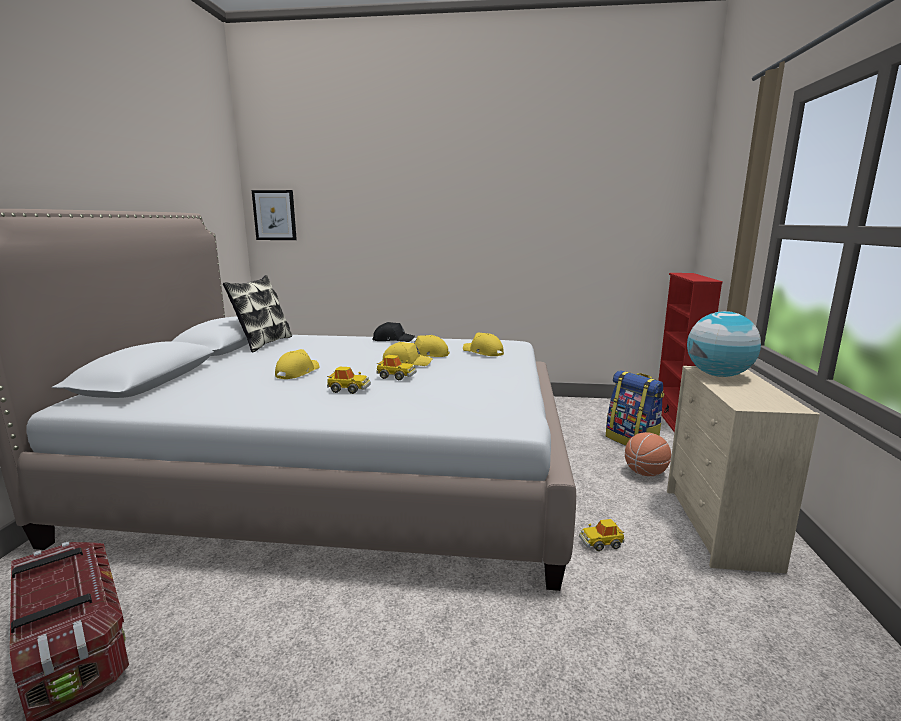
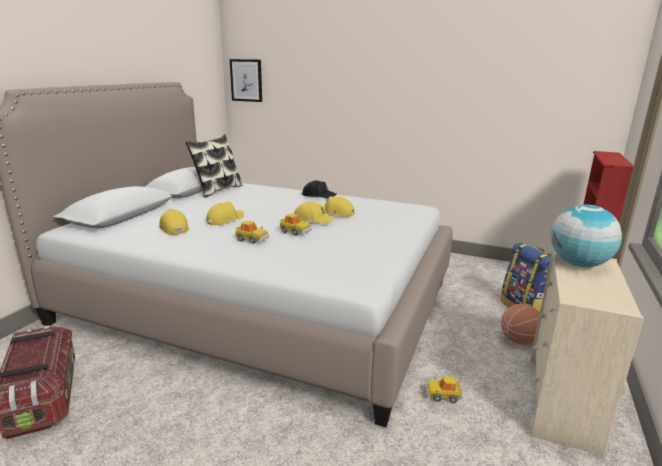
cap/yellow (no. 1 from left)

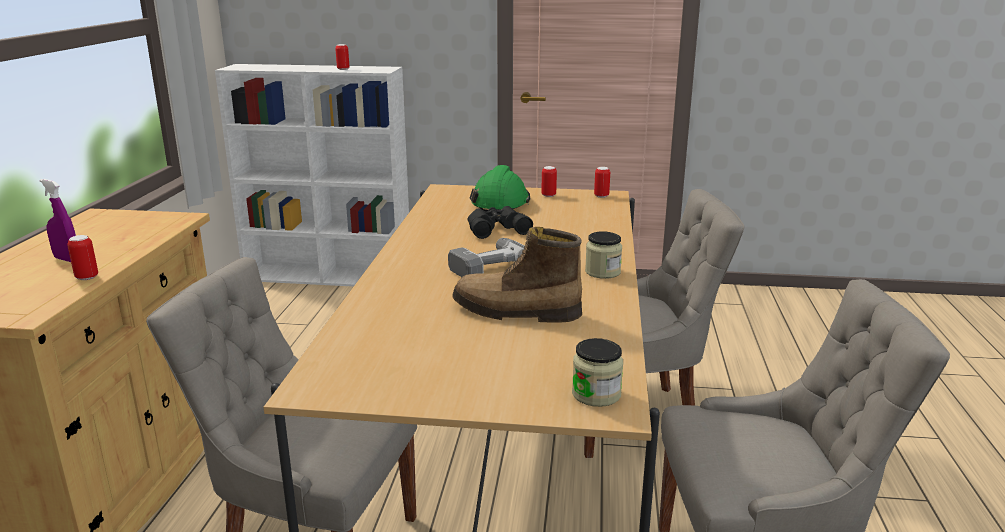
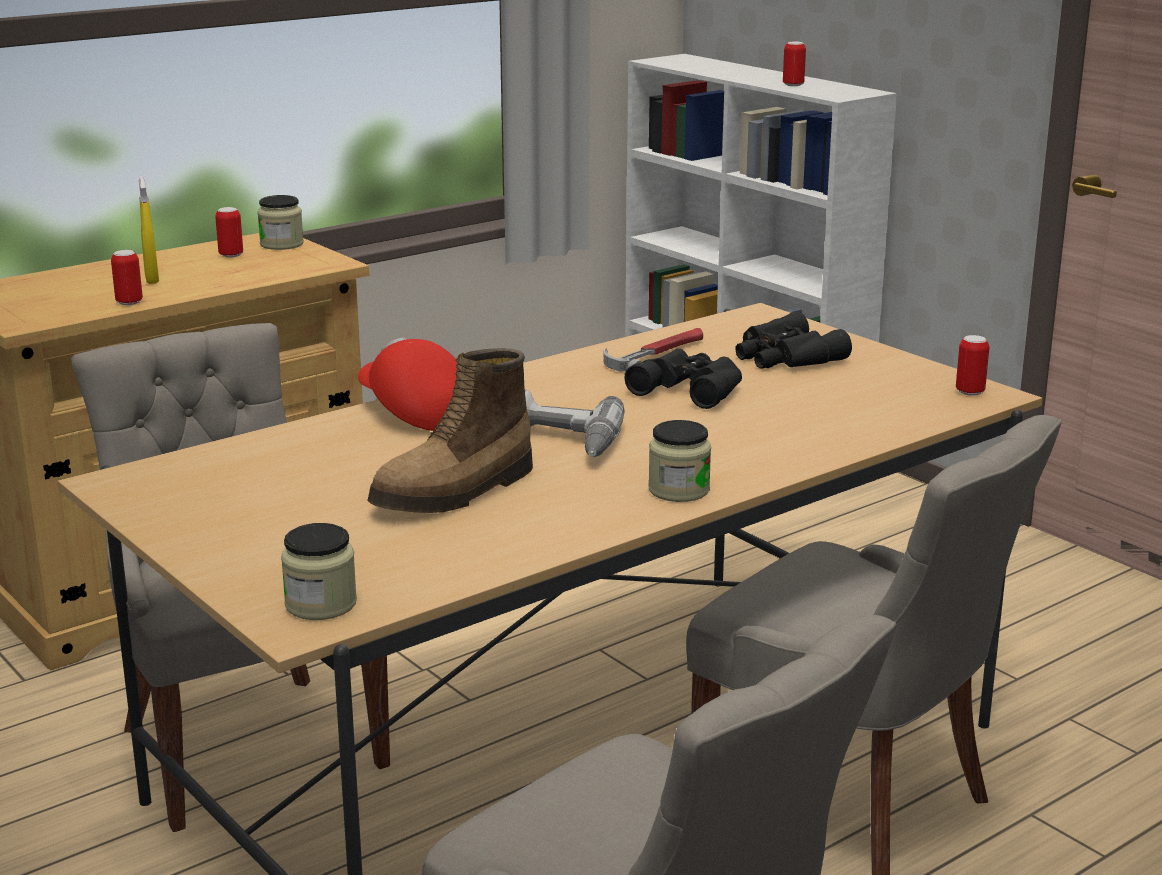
spray bottle/yellow; boot; binoculars/black (no. 2 from left); can (no. 2 from left); jar (no. 1 from left); cap/red; hammer

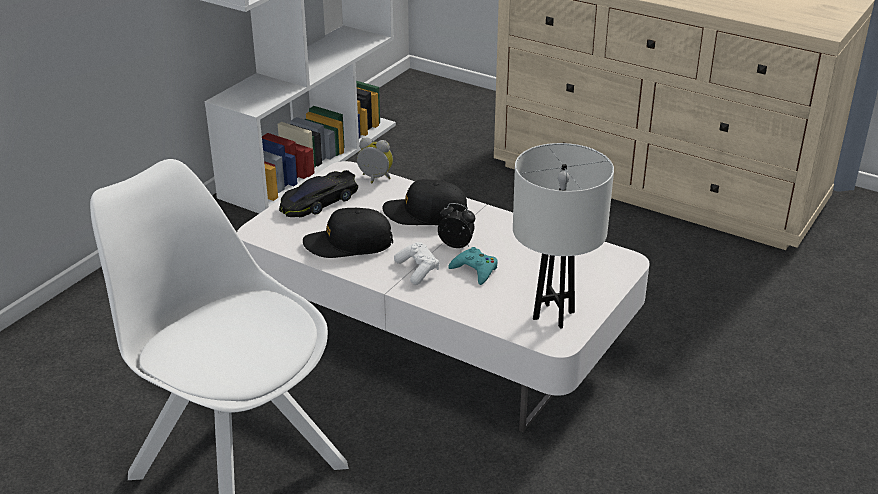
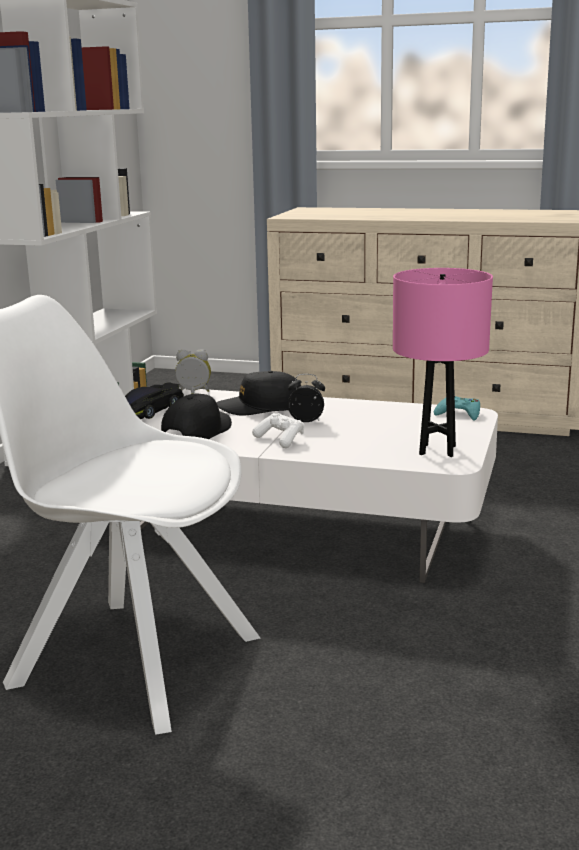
cap/black (no. 1 from left); game controller/turquoise; table lamp/pink

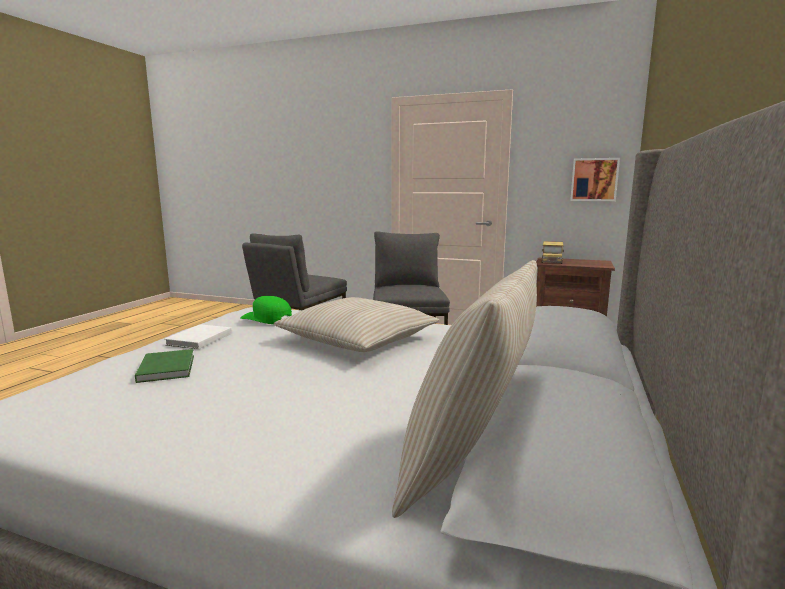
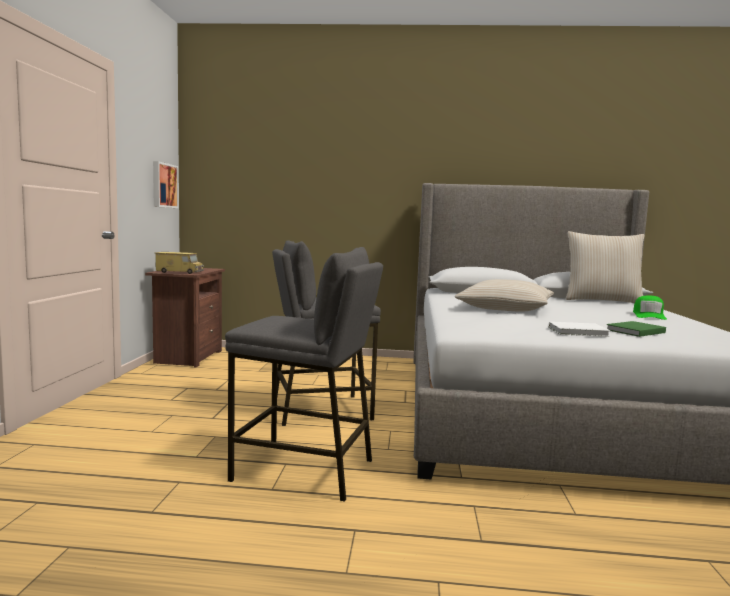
cap/green

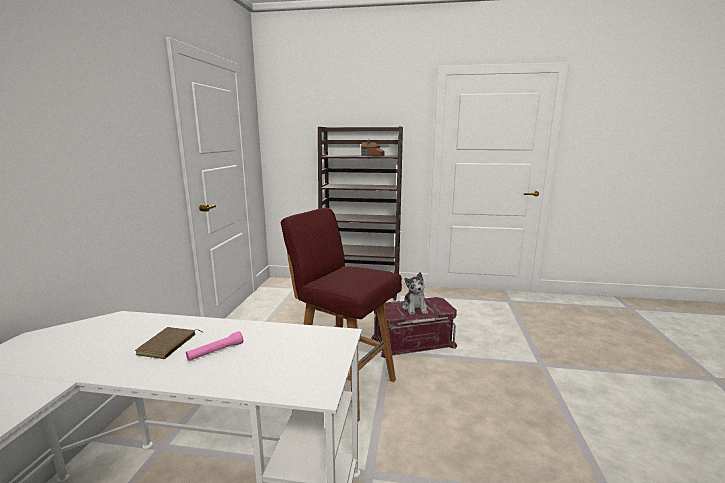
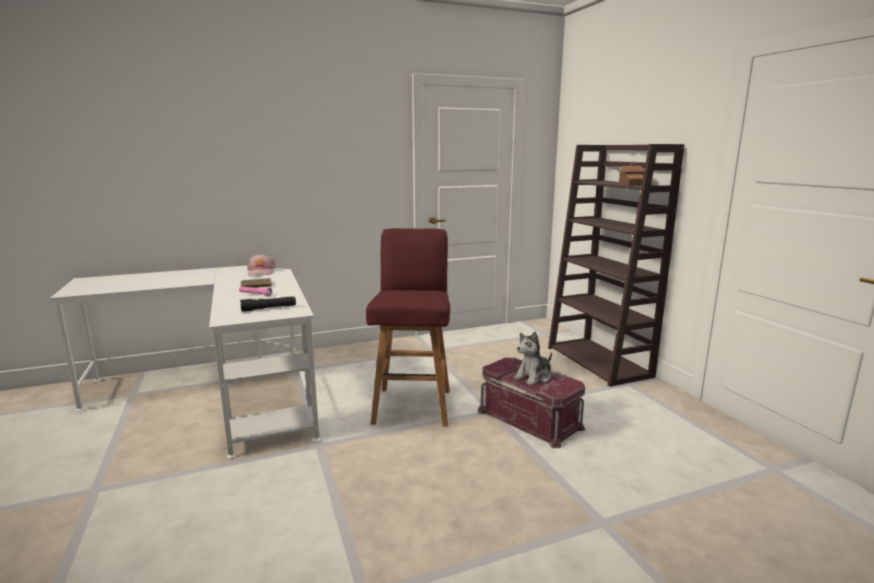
flashlight/black; cap/pink

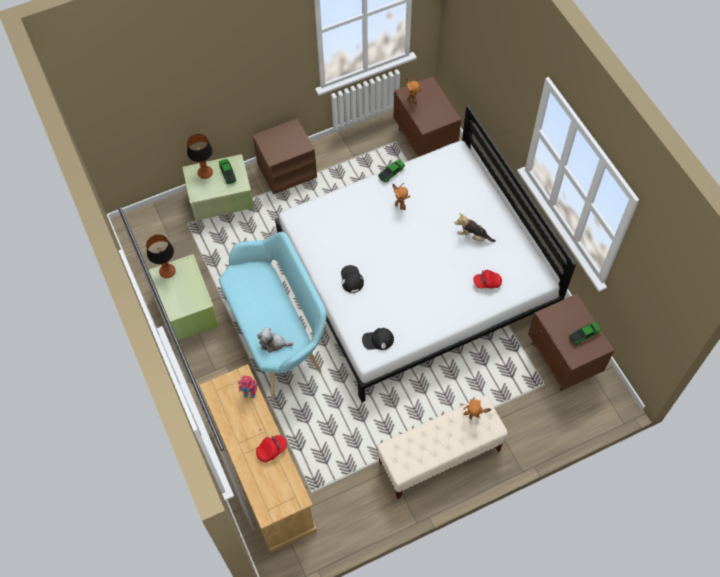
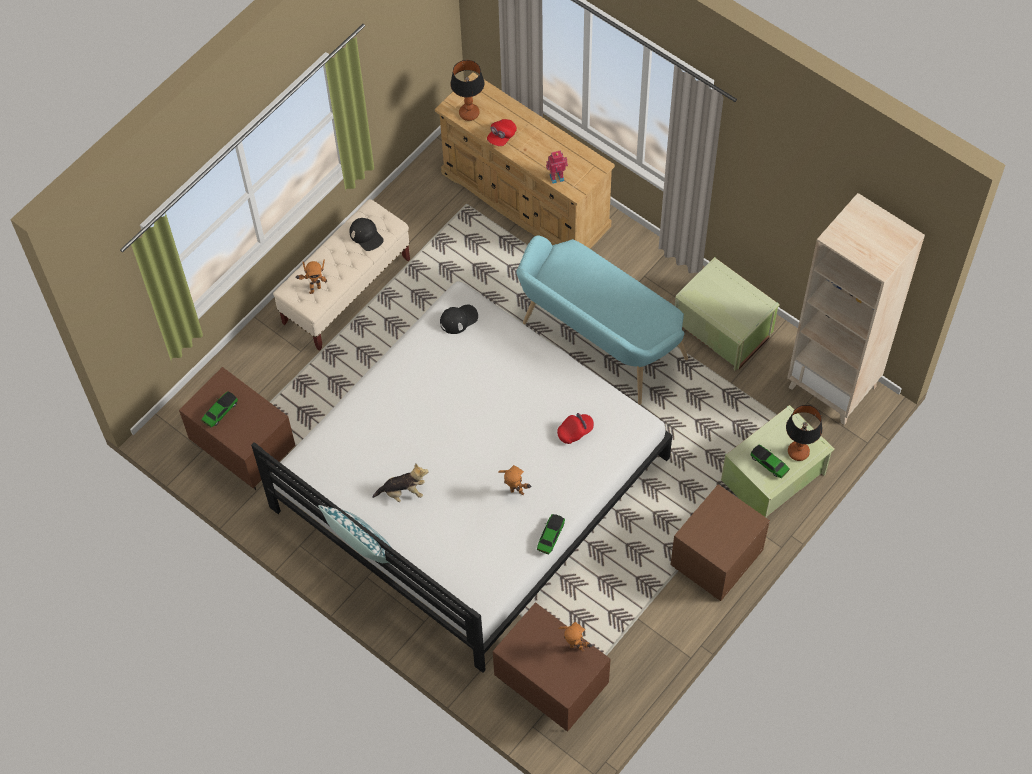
table lamp (no. 1 from left); plush toy (no. 1 from left in the first image); cap/black (no. 1 from left); cap/red (no. 2 from left); pillow; bookcase/beige

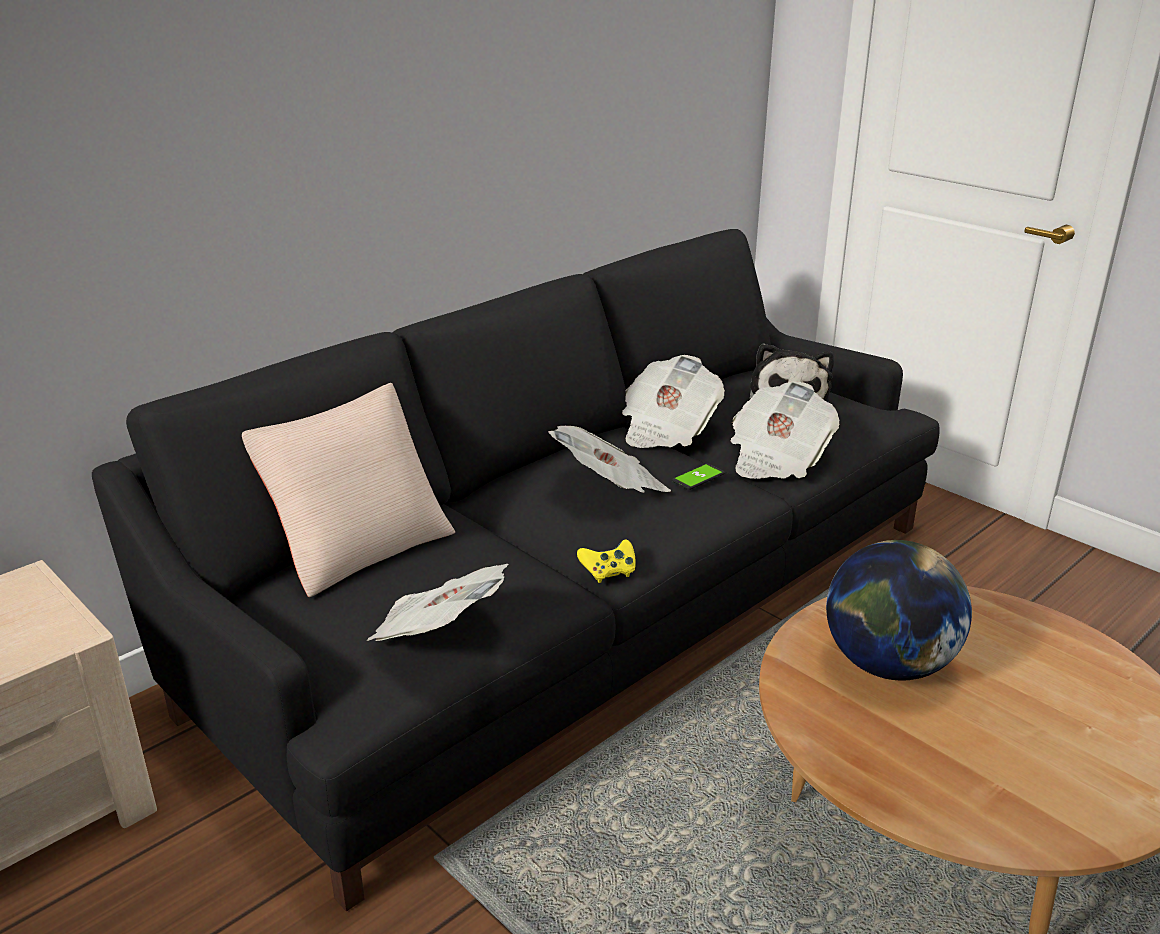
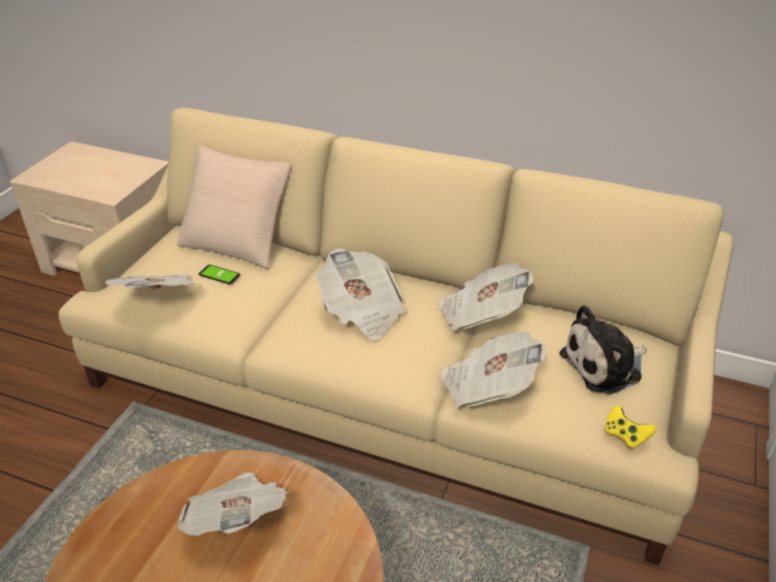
sofa/beige; game controller/yellow; phone; newspaper (no. 2 from left)

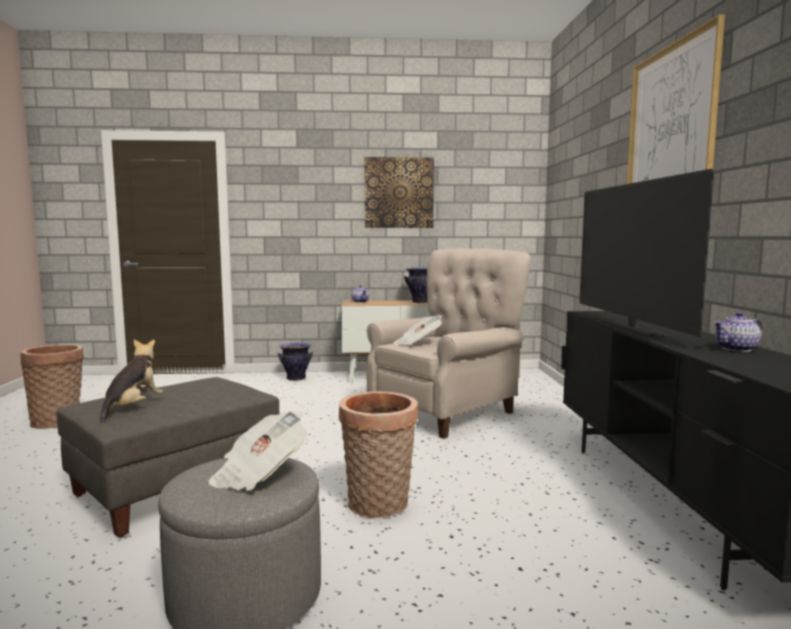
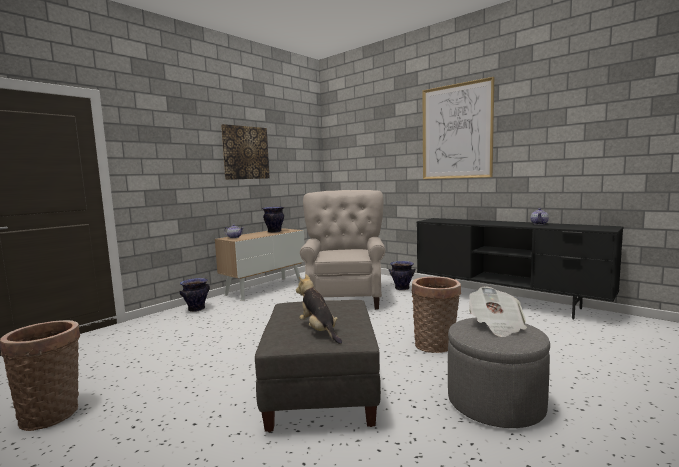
newspaper (no. 2 from left in the first image); television; vase (no. 3 from left)

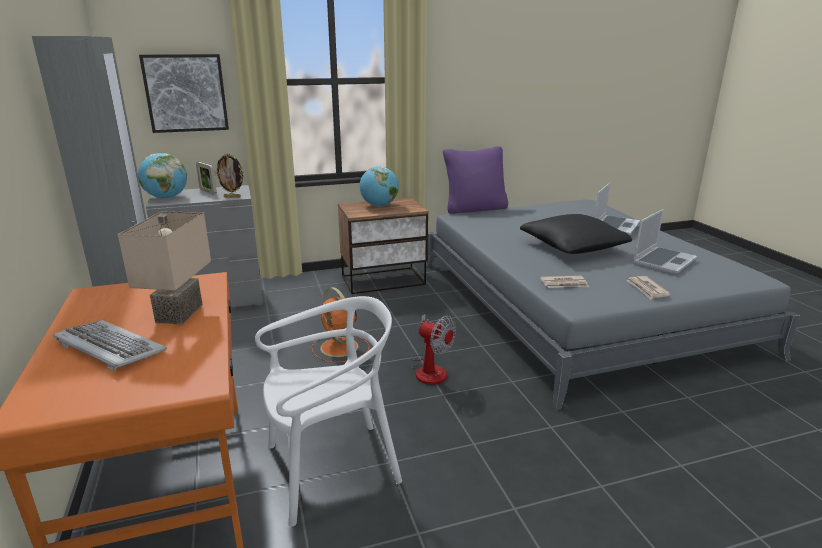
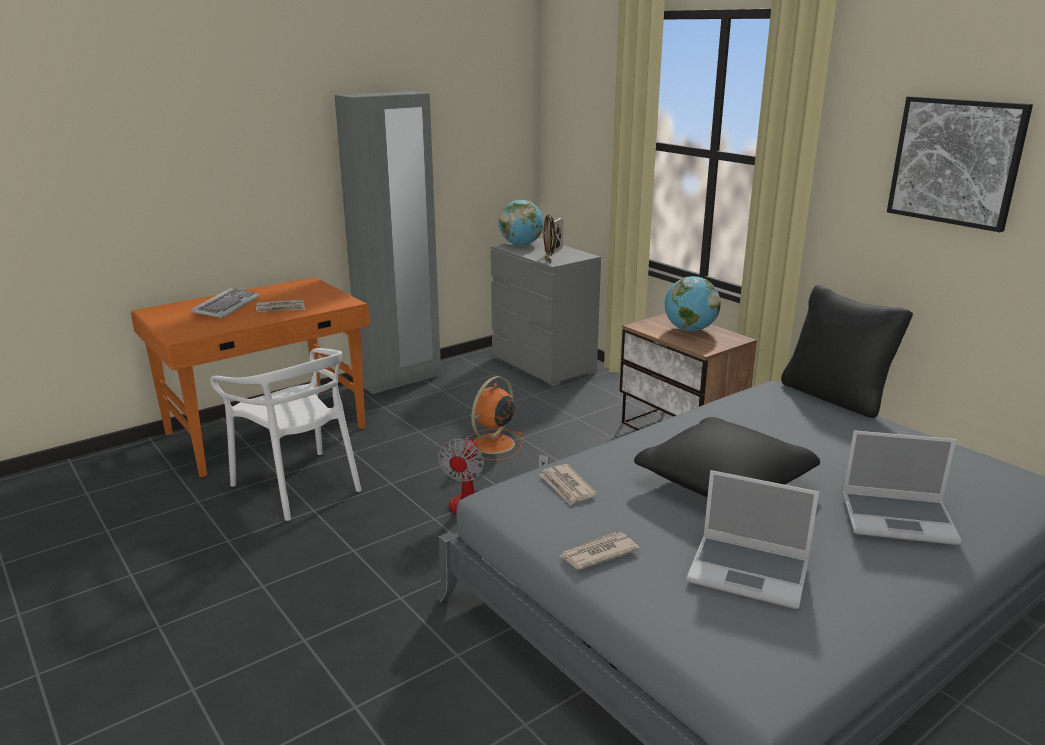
newspaper (no. 1 from left); picture; pillow/black (no. 2 from left)

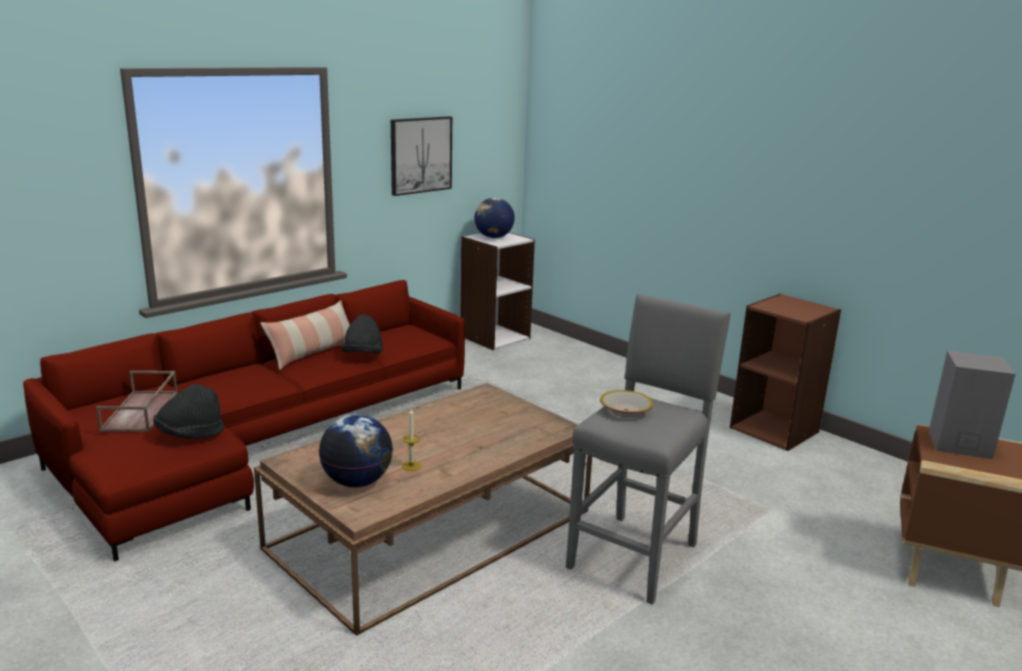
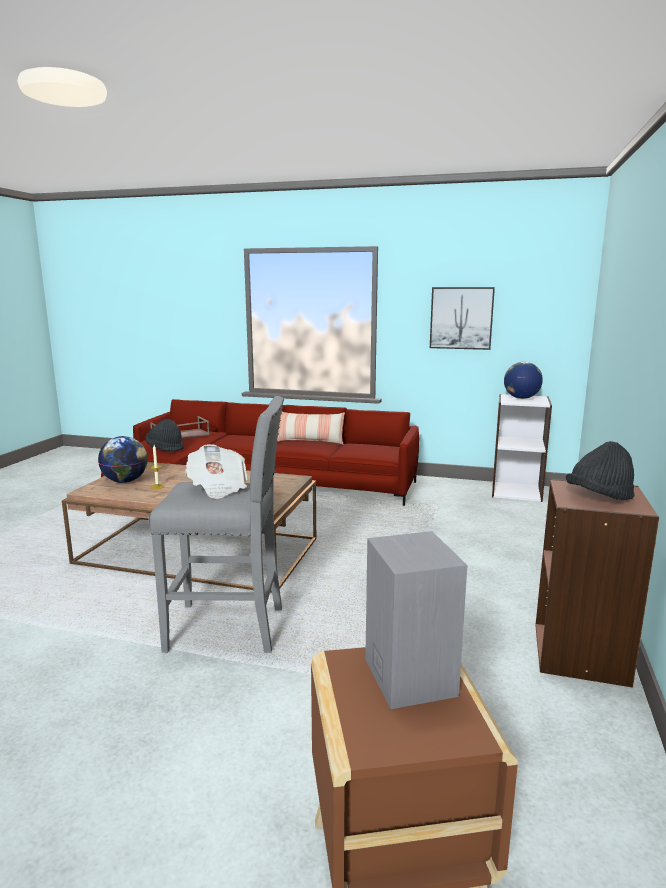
hat/black (no. 2 from left); newspaper

